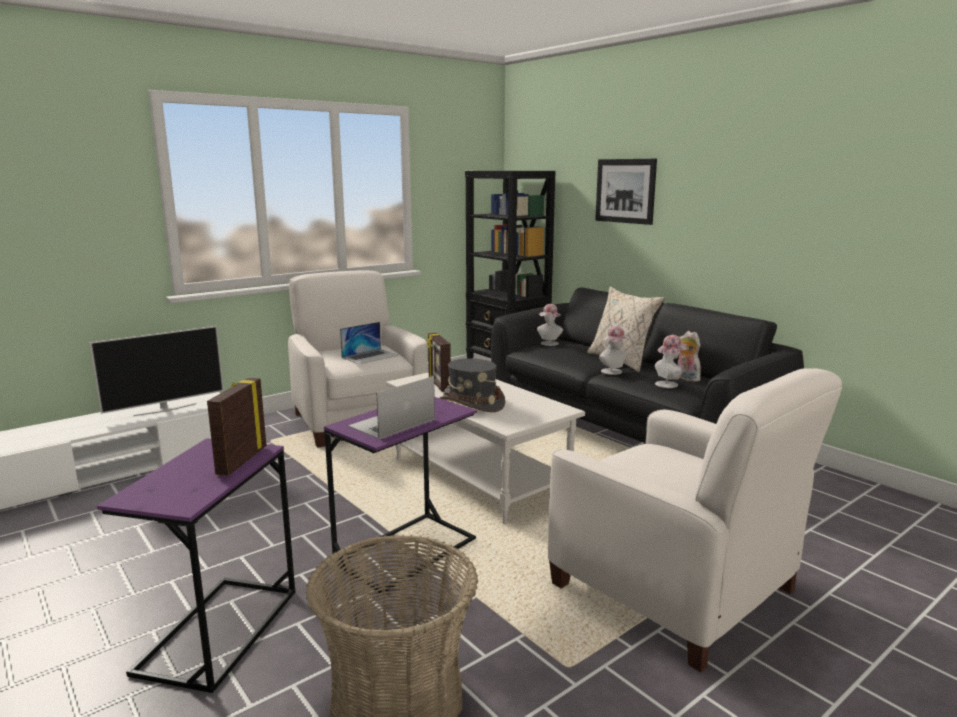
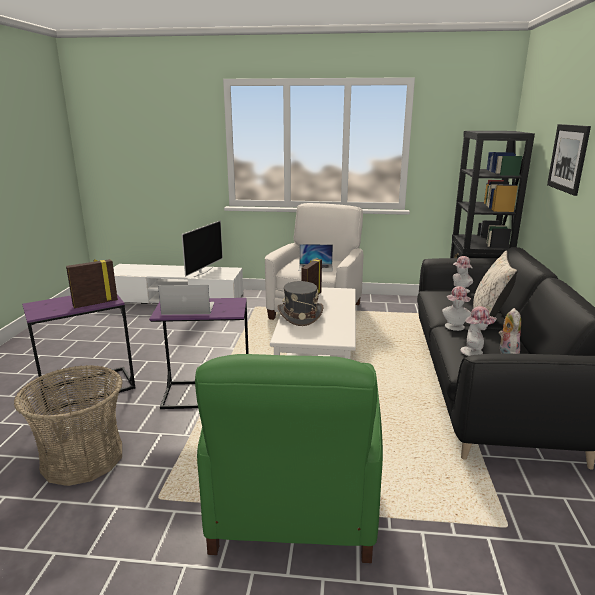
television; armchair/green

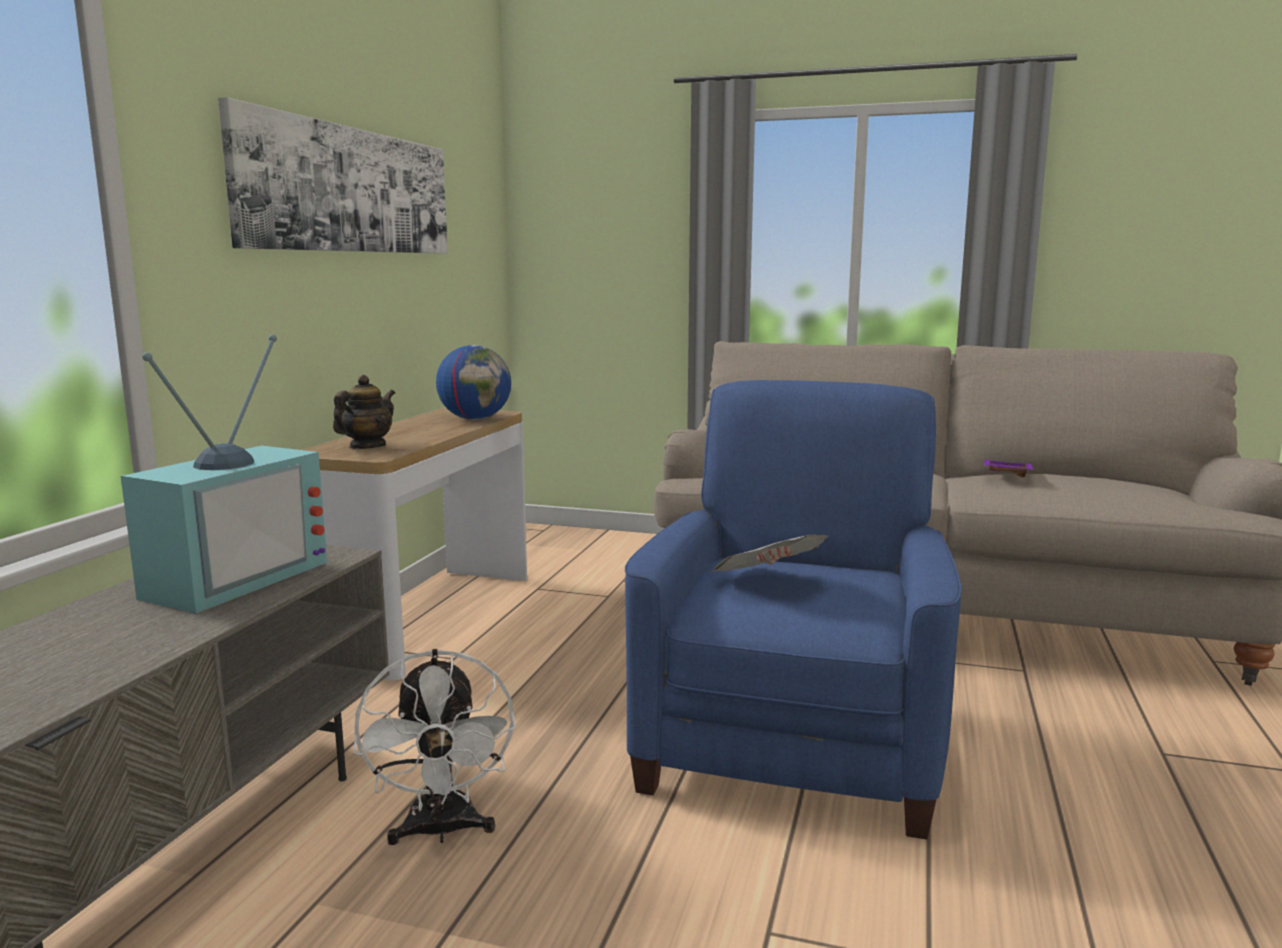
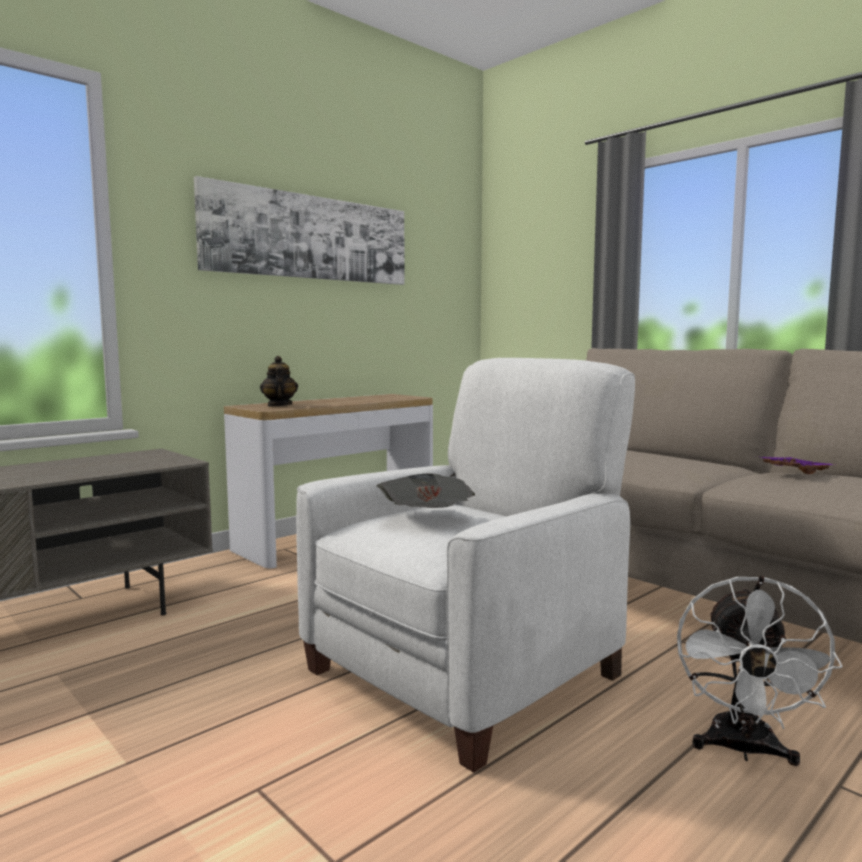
television; teapot; fan/white; globe; armchair/white

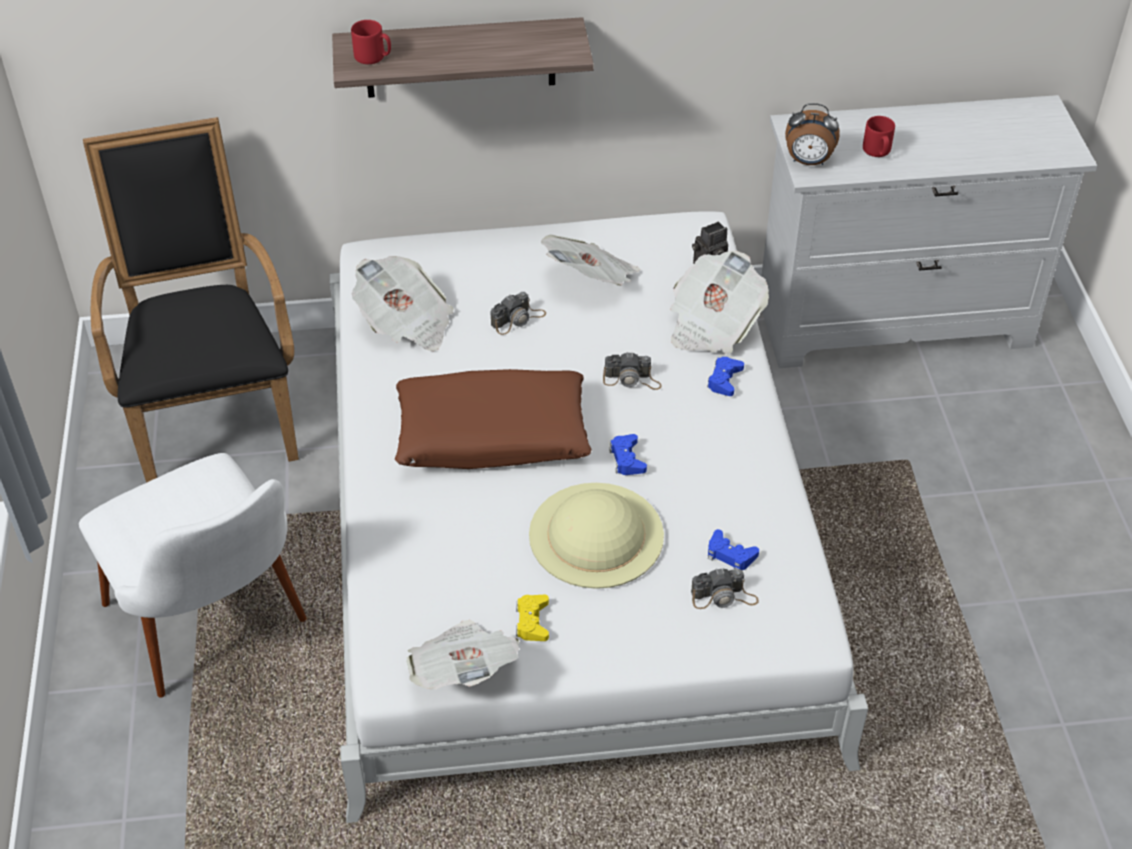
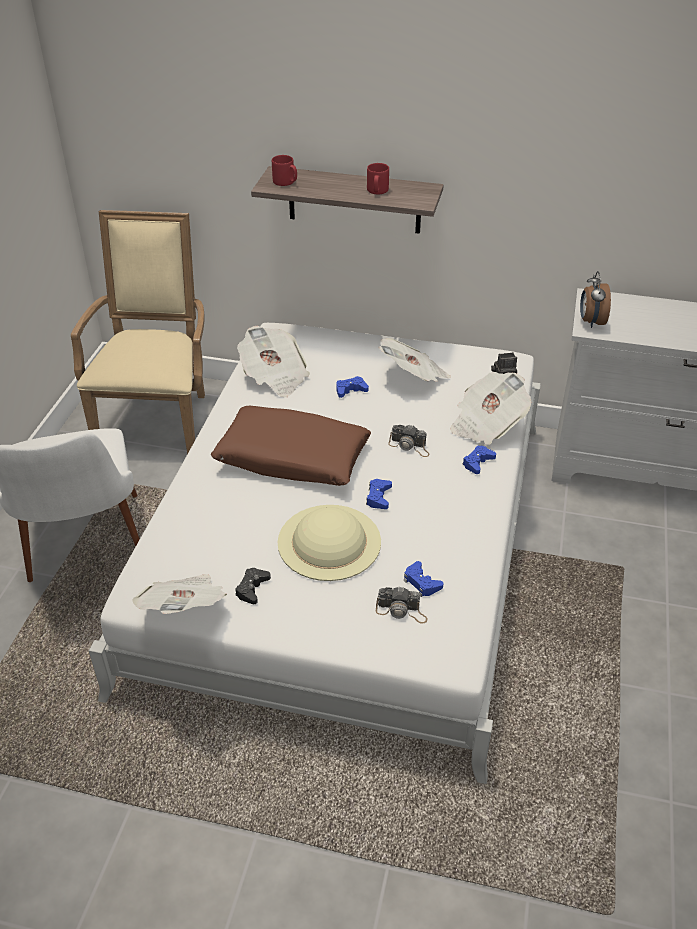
armchair/beige; game controller/blue (no. 1 from left); game controller/black; alarm clock; mug/red (no. 2 from left)

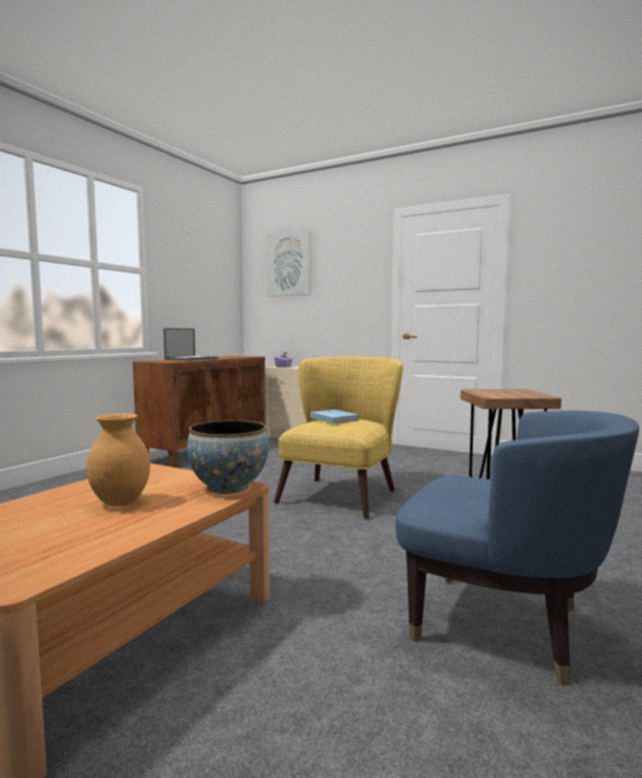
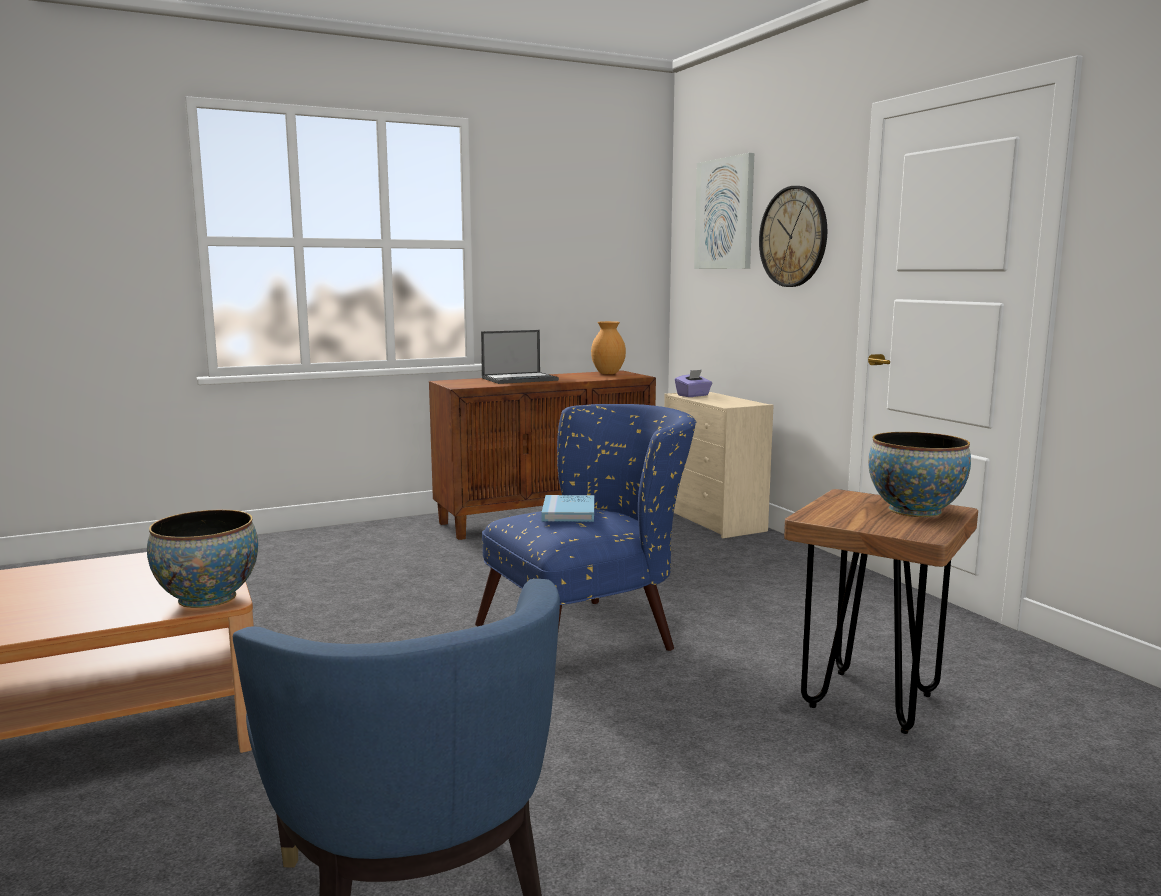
vase/brown; armchair/blue (no. 2 from left); wall clock; bowl (no. 2 from left)

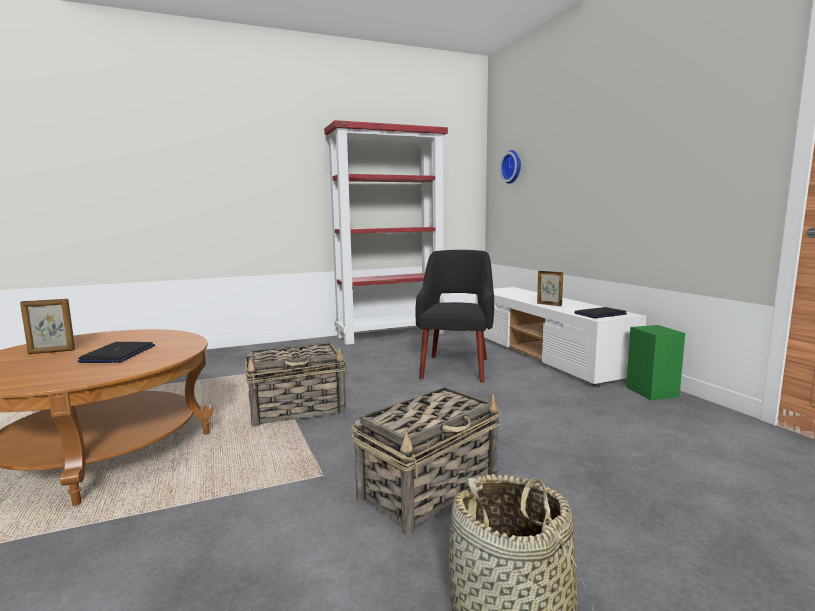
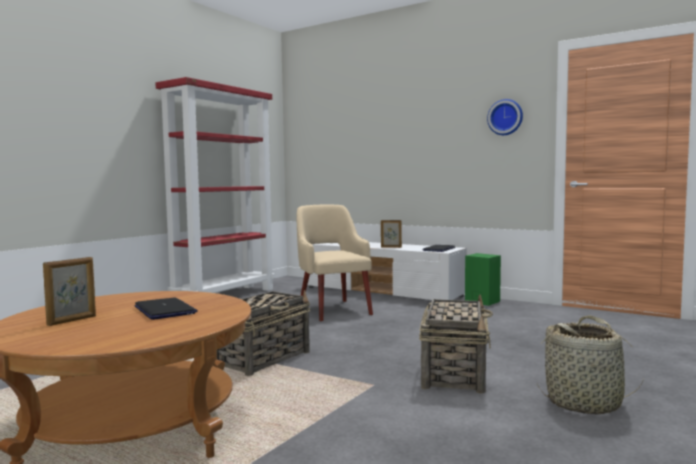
armchair/beige; wall clock

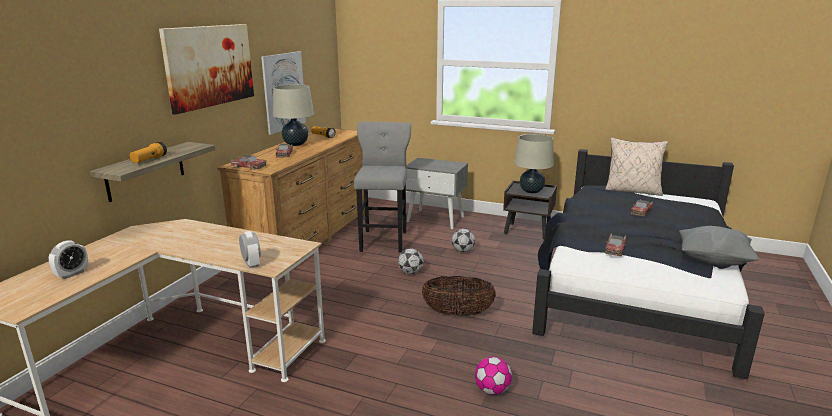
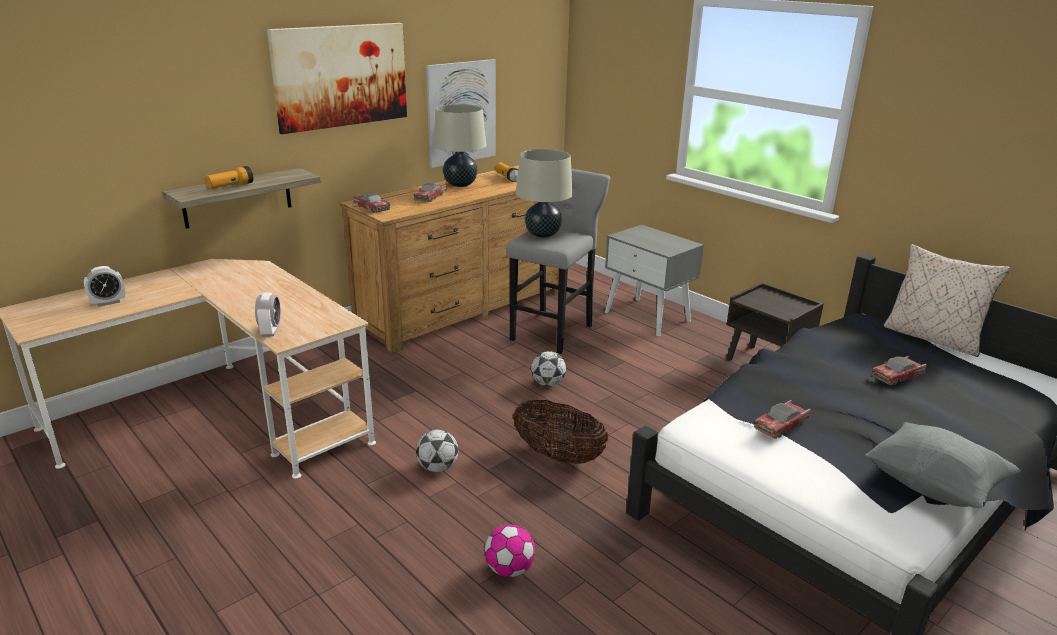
football (no. 1 from left); table lamp/beige (no. 2 from left)

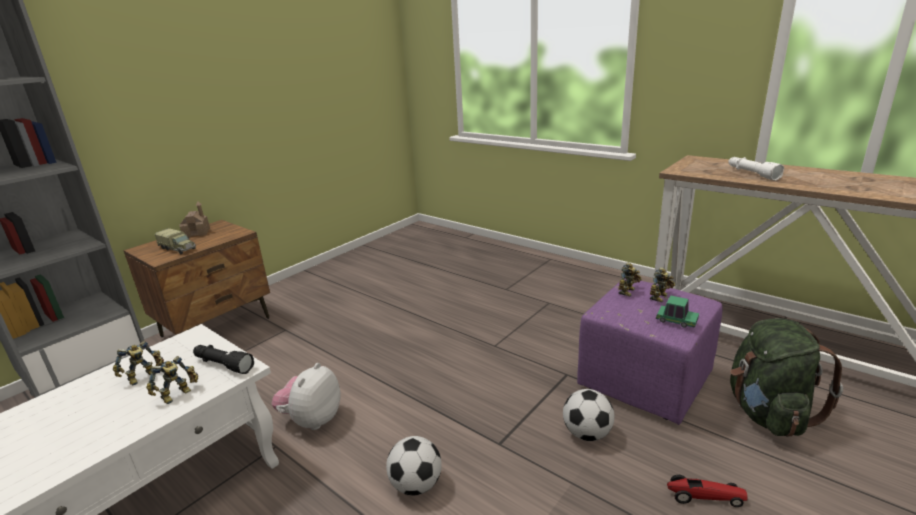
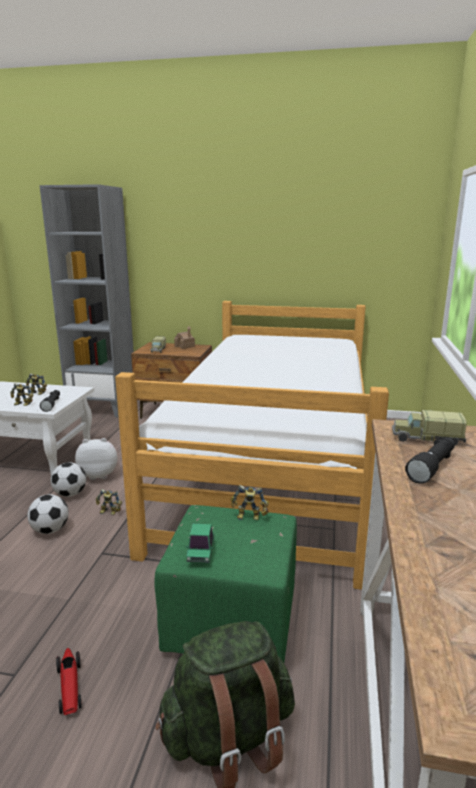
football (no. 2 from left); ottoman/green; toy robot (no. 3 from left); flashlight/black (no. 2 from left); bed; toy truck (no. 2 from left)

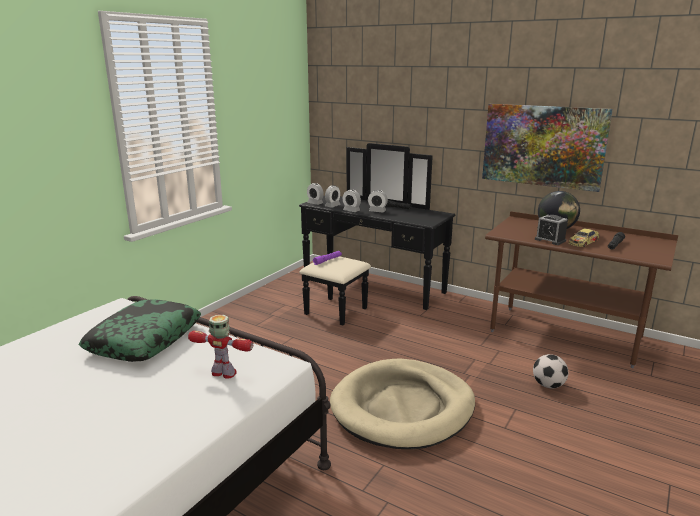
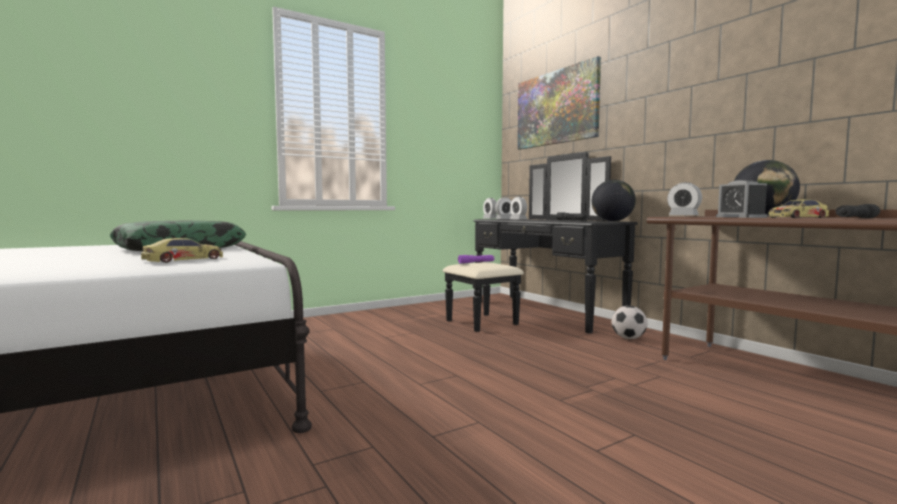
toy car (no. 1 from left); dog bed/beige; alarm clock (no. 4 from left); picture; football; globe (no. 1 from left)

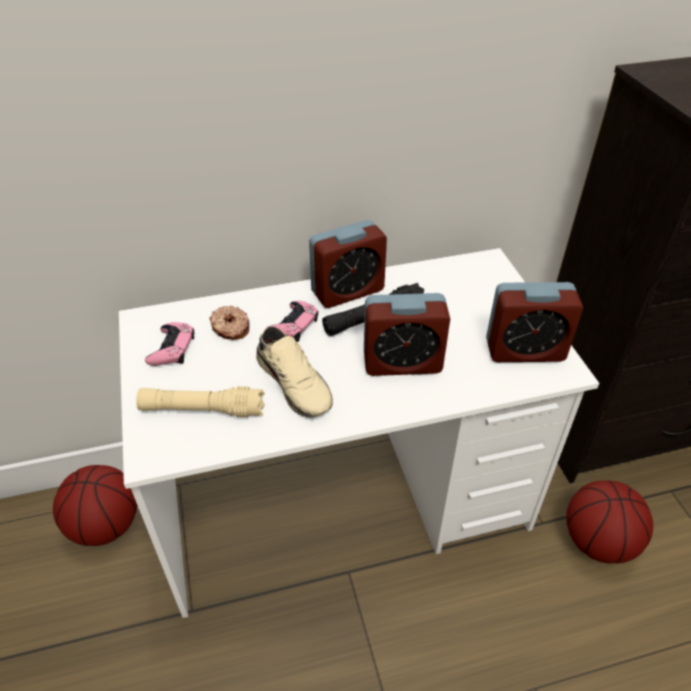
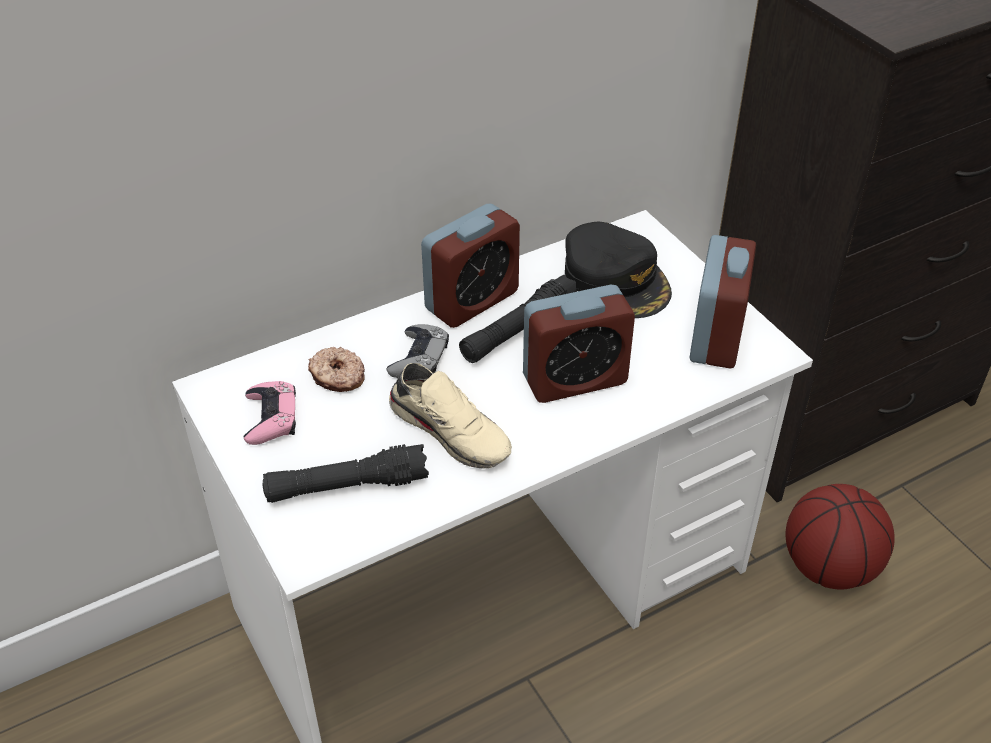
basketball (no. 1 from left in the first image); flashlight/black (no. 1 from left); game controller/grey; alarm clock (no. 3 from left); cap/black

